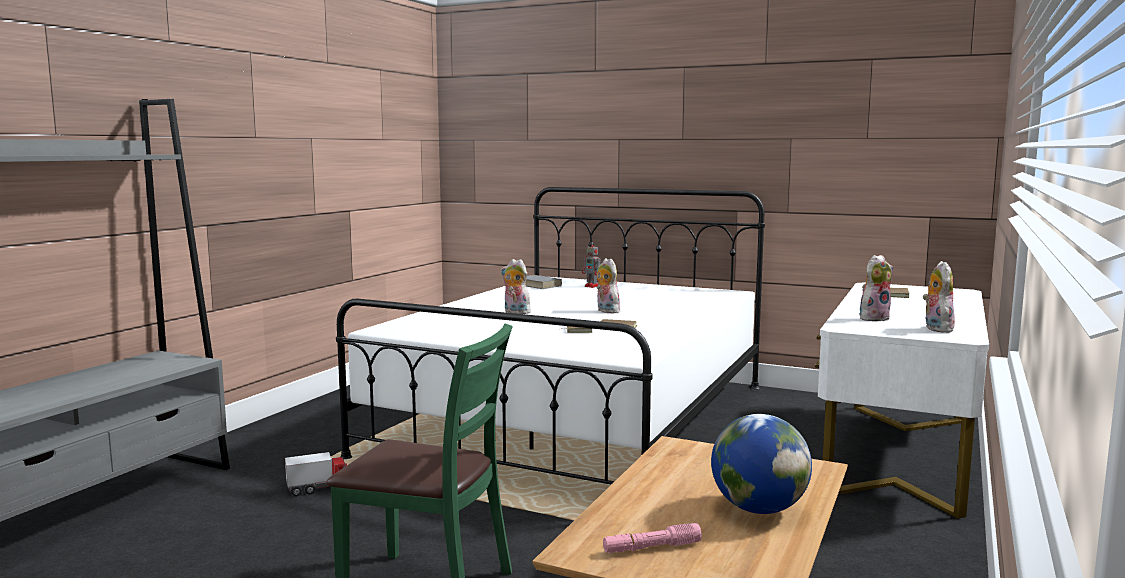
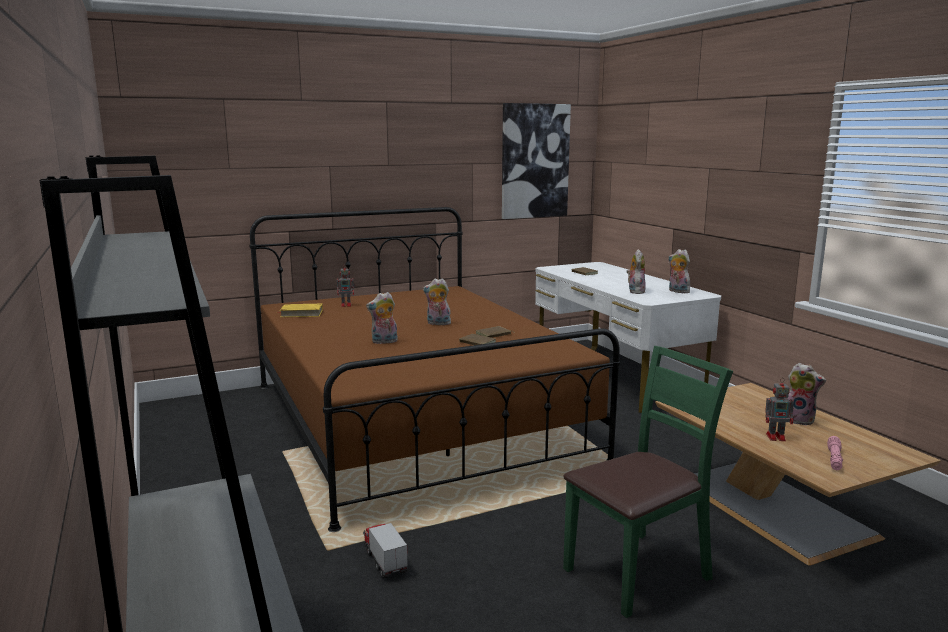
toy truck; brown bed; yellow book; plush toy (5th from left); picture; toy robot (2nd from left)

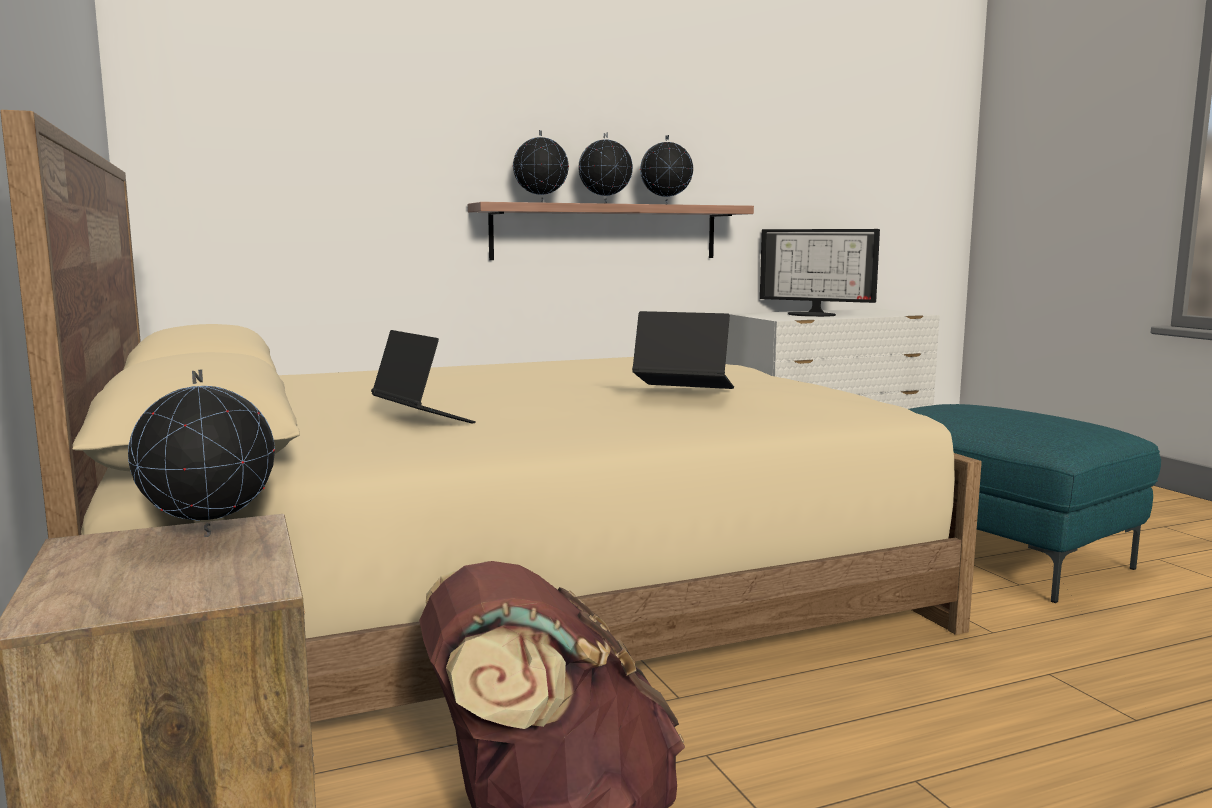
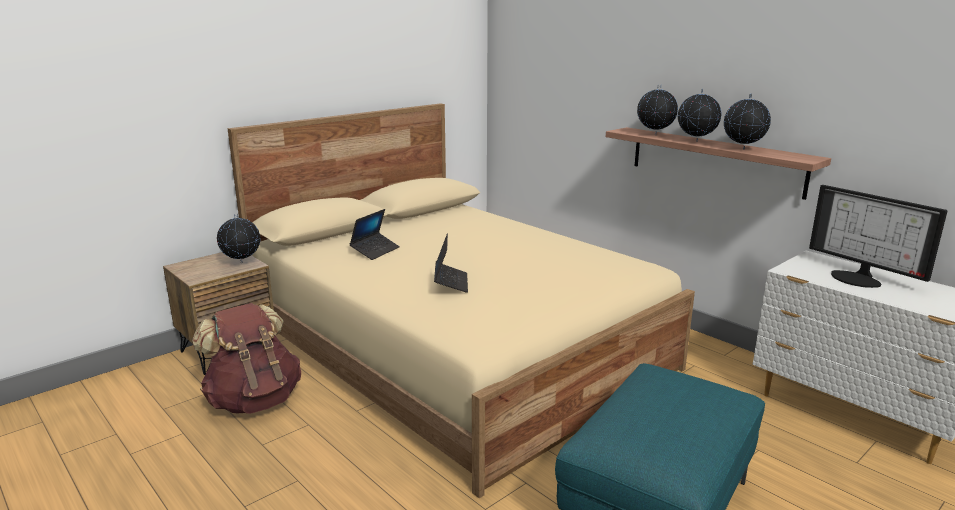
monitor

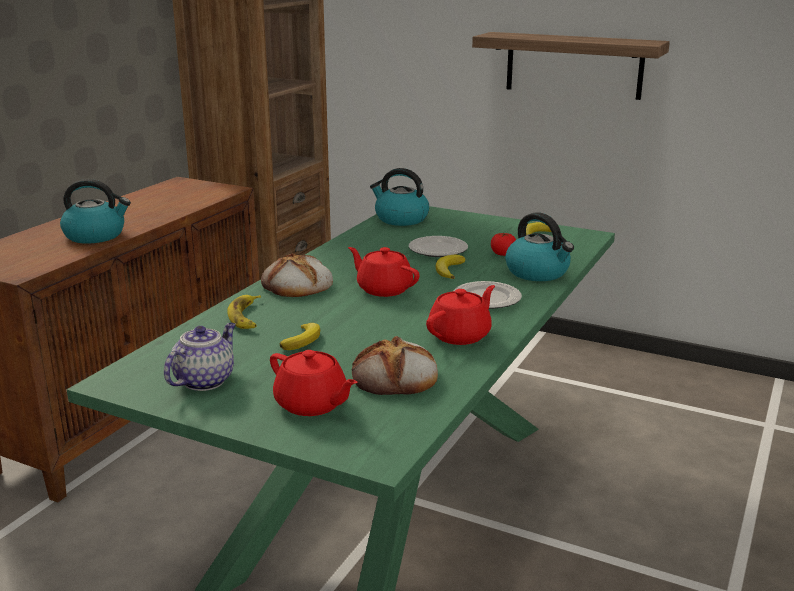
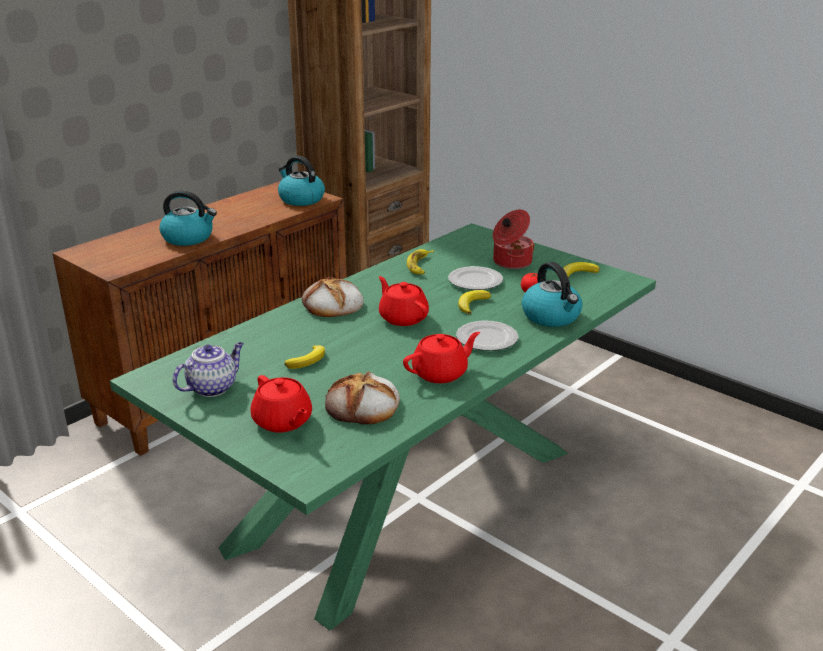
banana (2nd from left); kettle (2nd from left); shelf; cooking pot

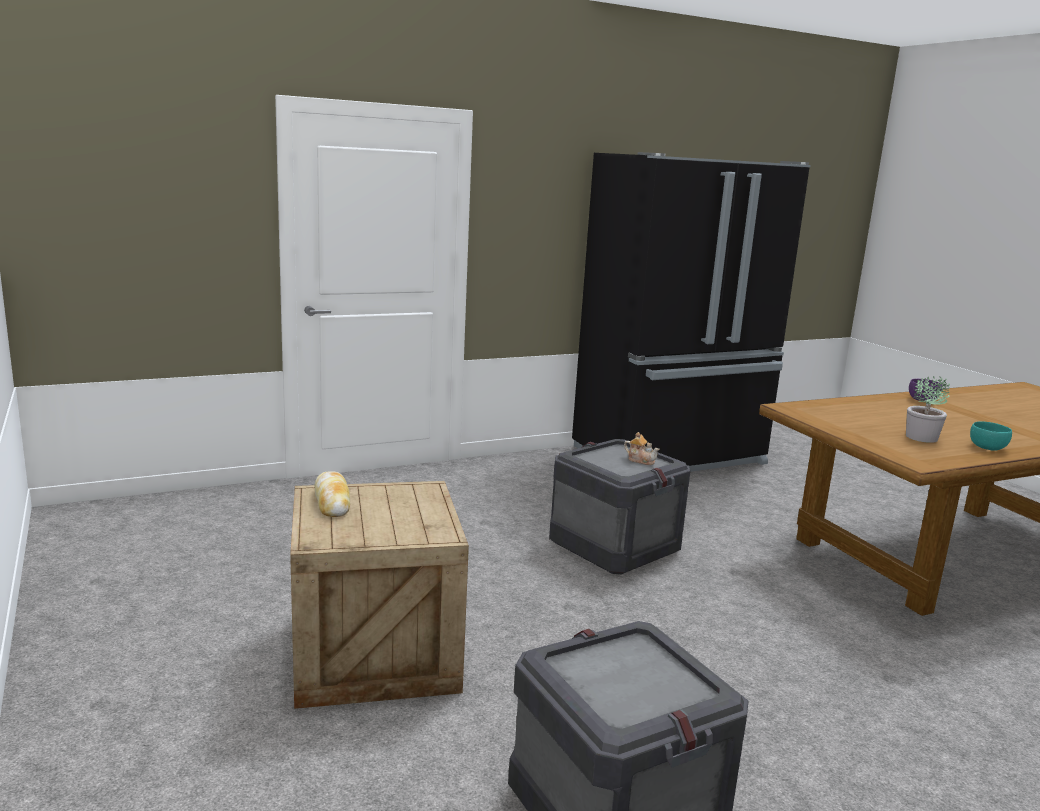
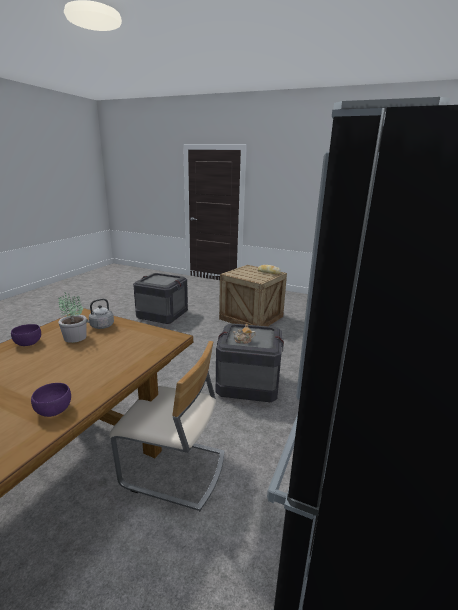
purple bowl (1st from left); grey kettle; beige chair

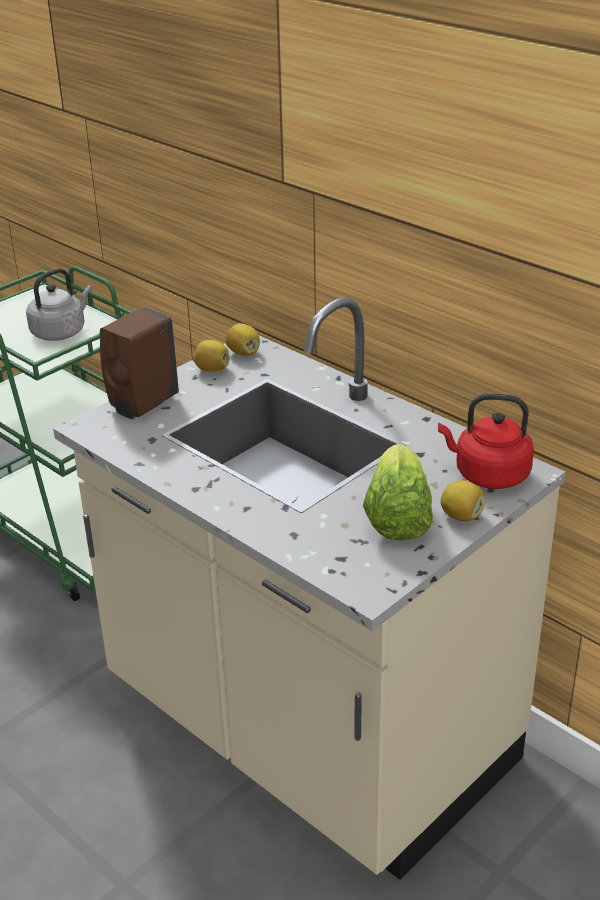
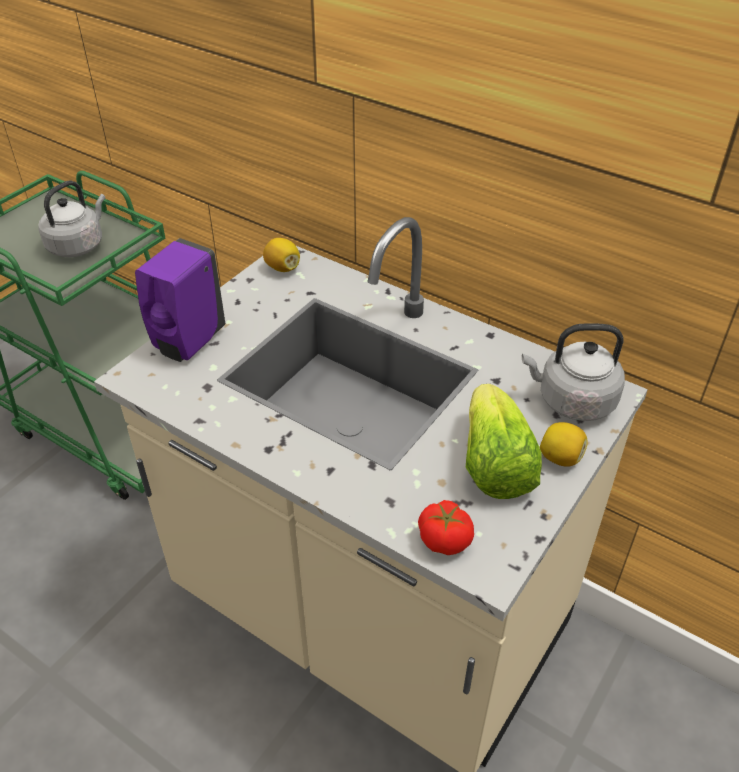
purple soap dispenser; lemon (1st from left in the first image); grey kettle (2nd from left); tomato

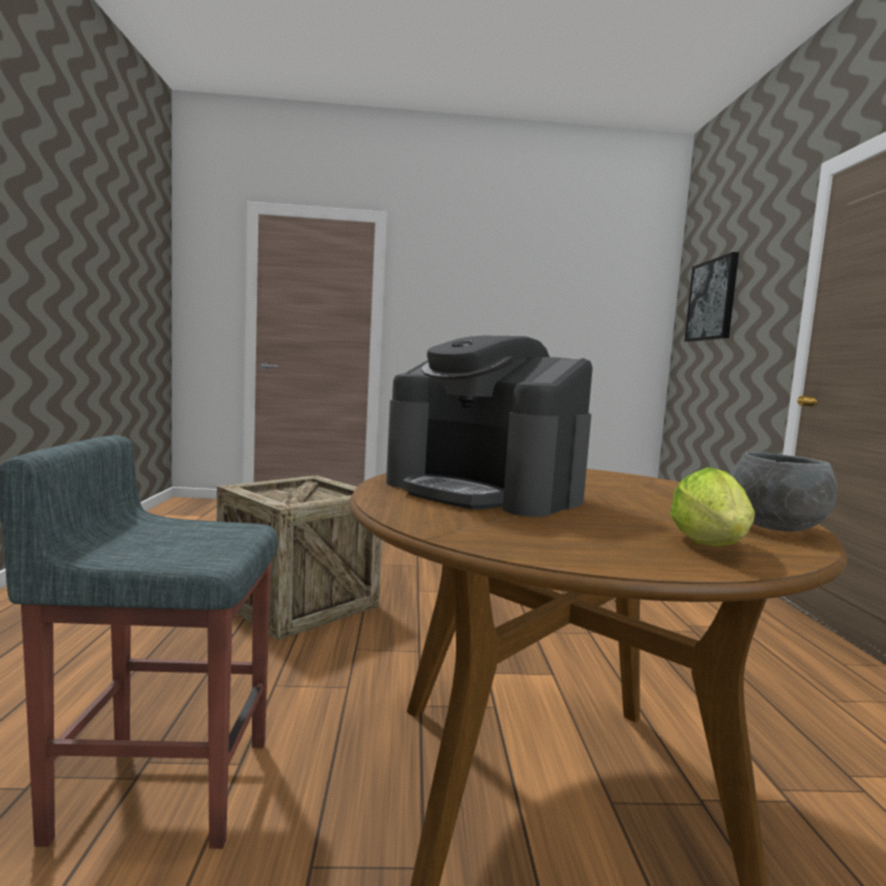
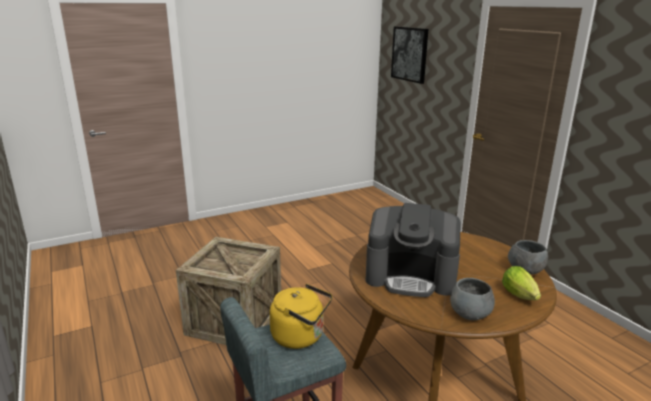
yellow kettle; grey bowl (1st from left)

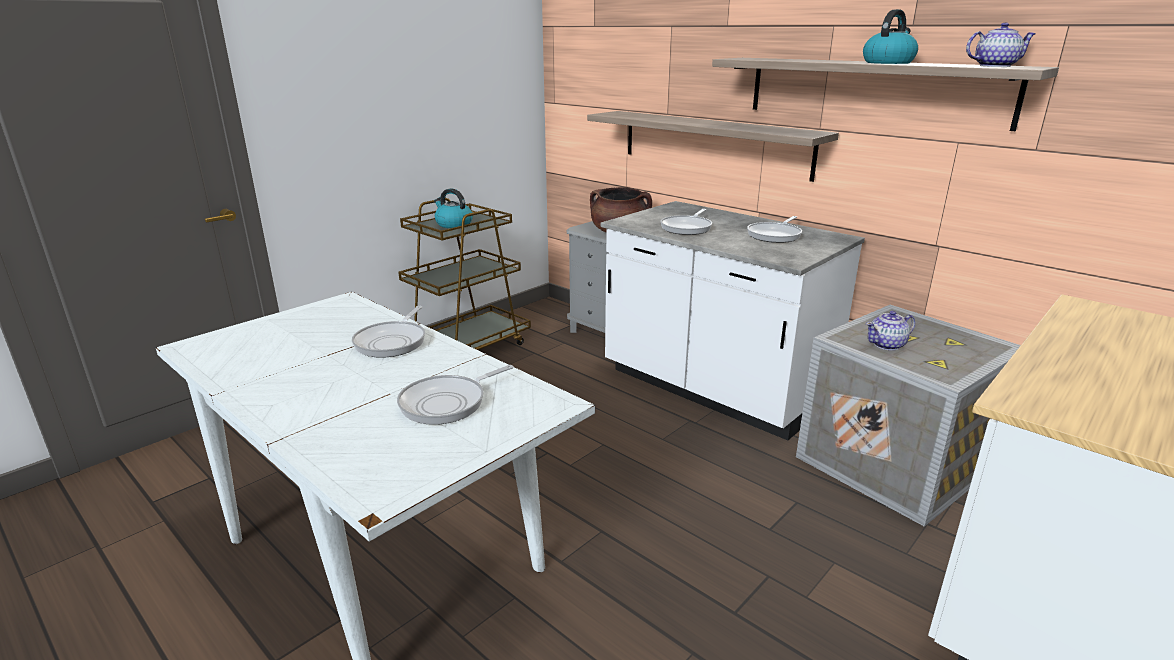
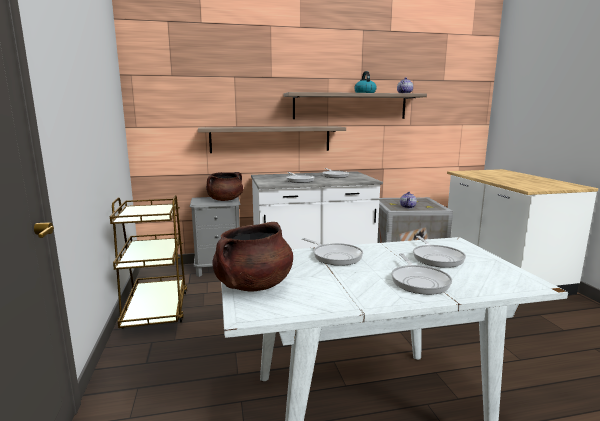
kettle (1st from left in the first image); brown cooking pot (2nd from left); frying pan (4th from left)

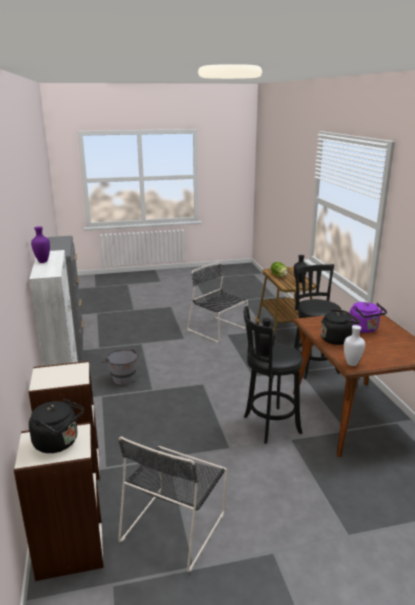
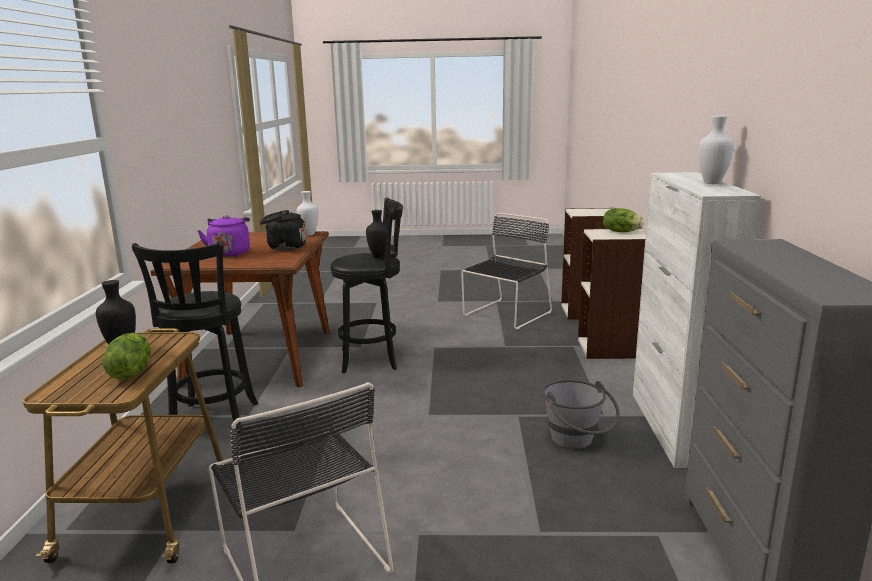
black kettle (1st from left in the first image); white vase (2nd from left); lettuce (2nd from left)

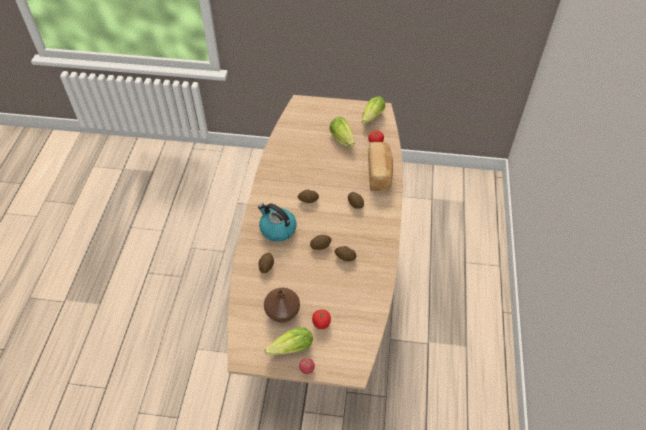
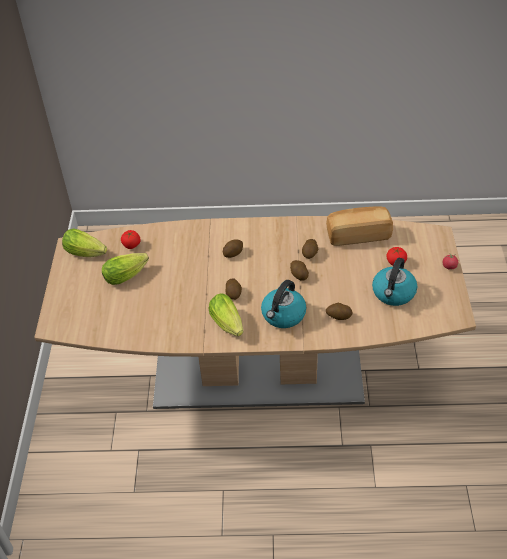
kettle (2nd from left); lettuce (3rd from left); bread

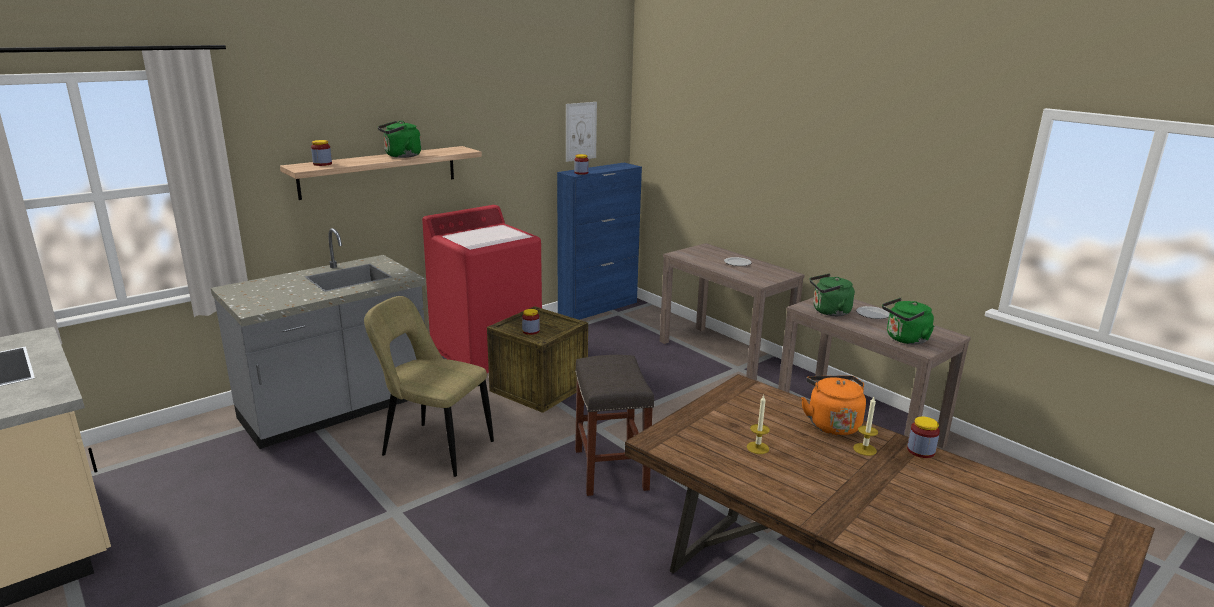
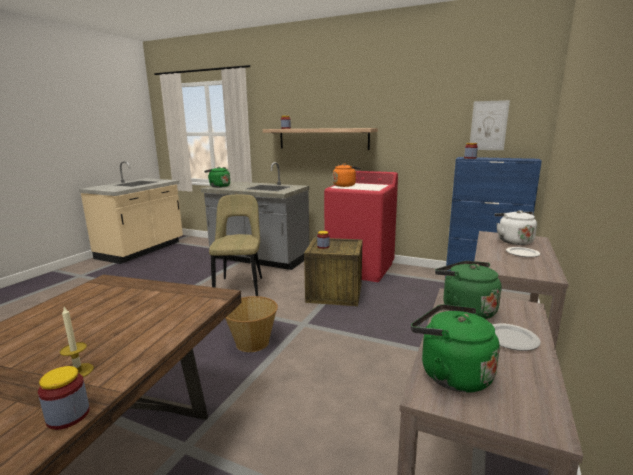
green kettle (1st from left); basket; candle (1st from left in the first image); orange kettle; white kettle

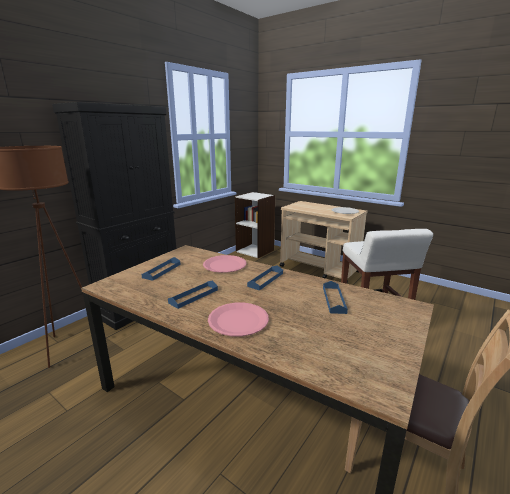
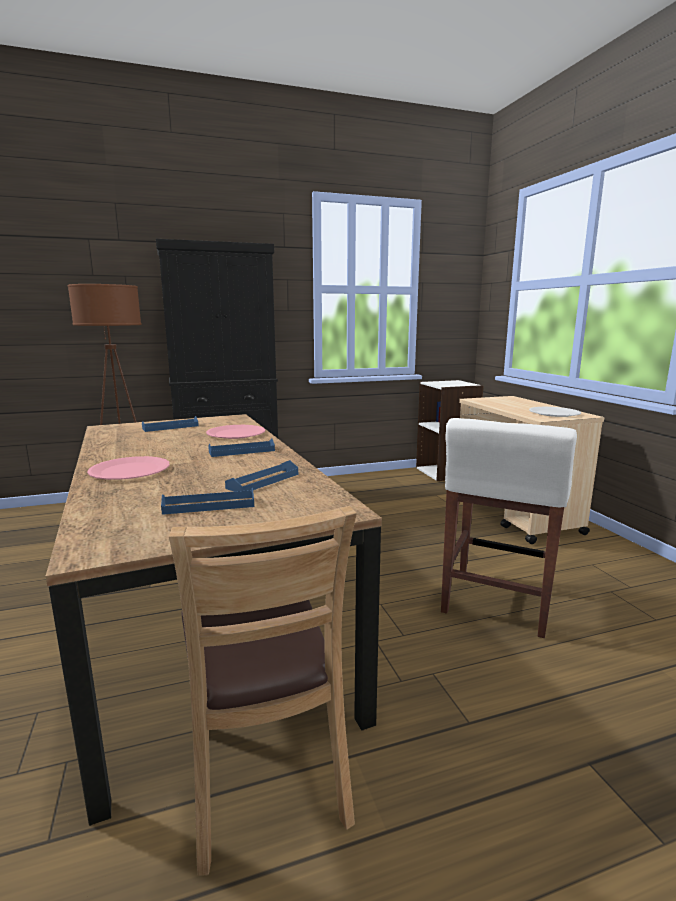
blue tray (2nd from left)

